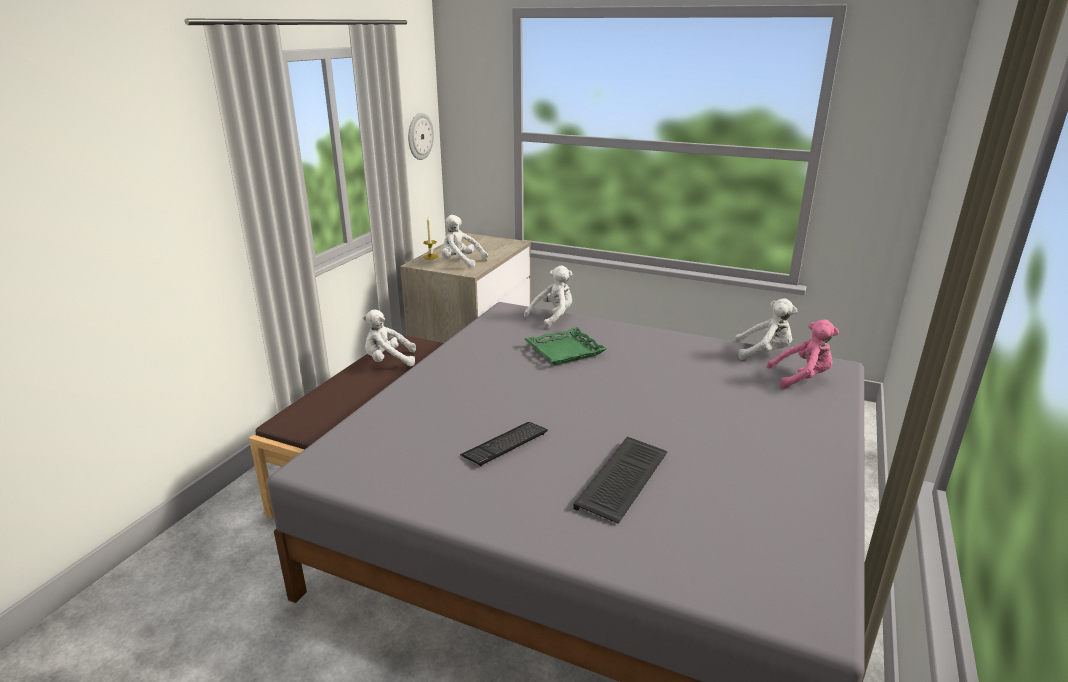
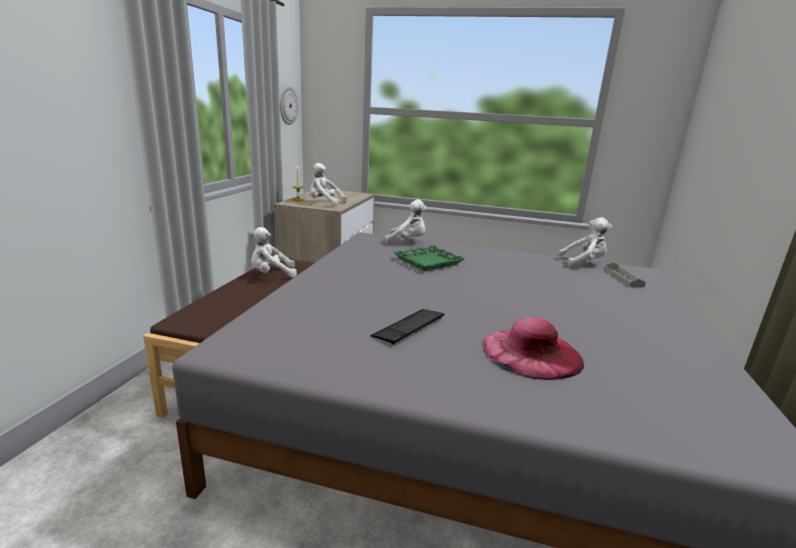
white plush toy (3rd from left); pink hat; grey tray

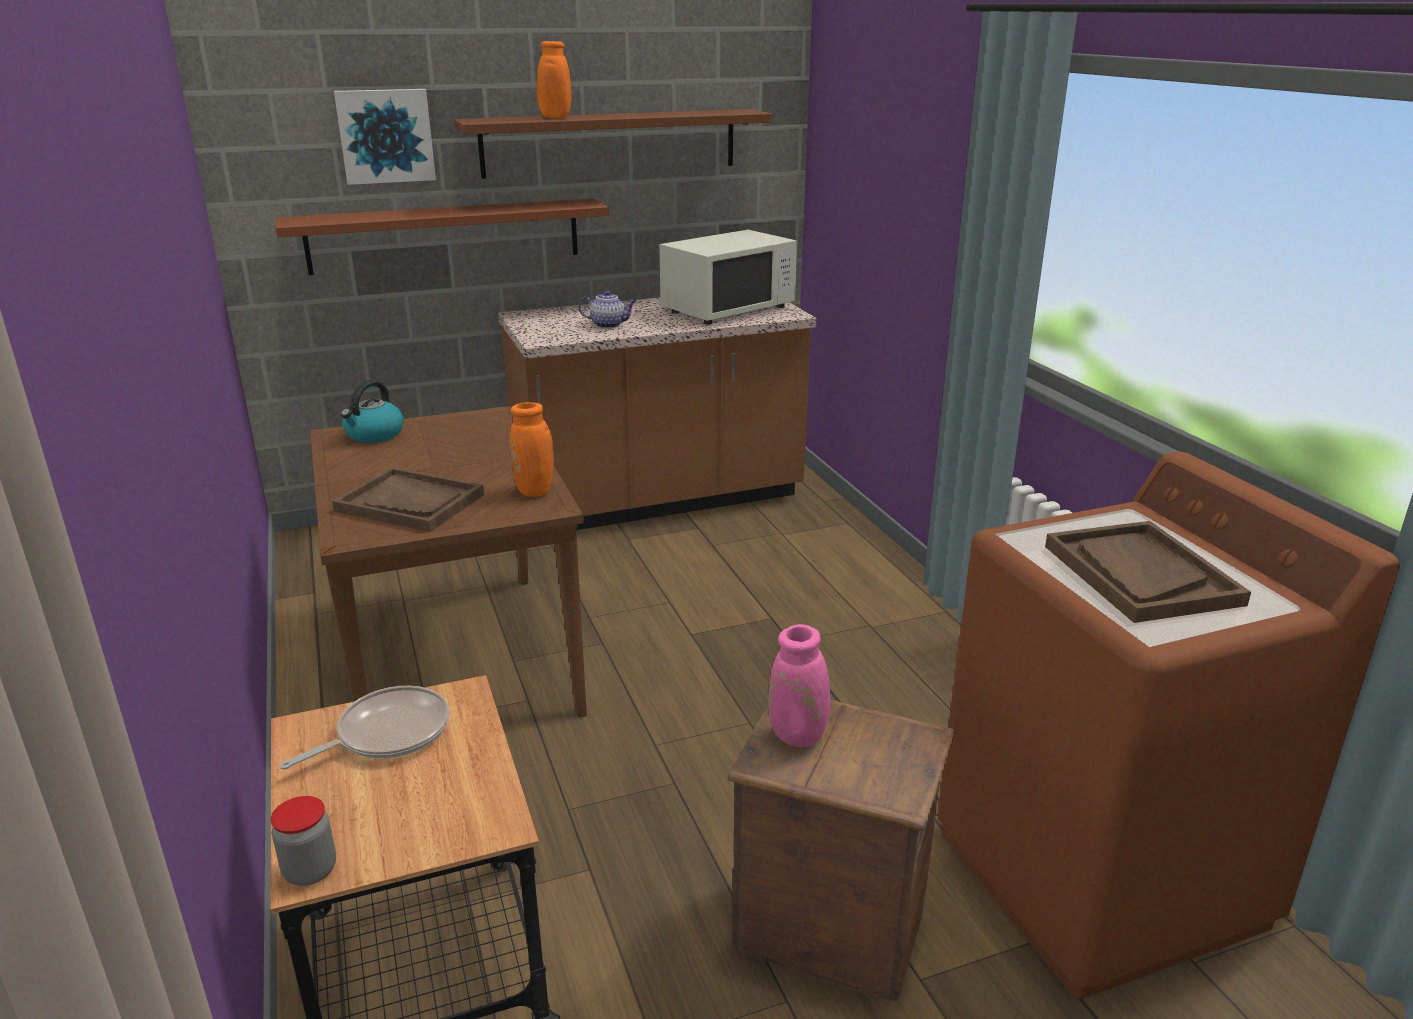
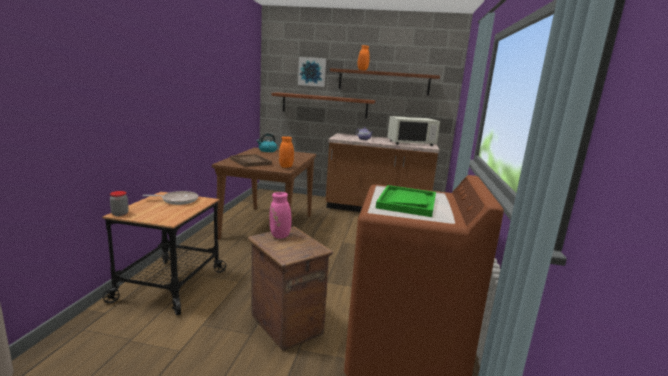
green tray

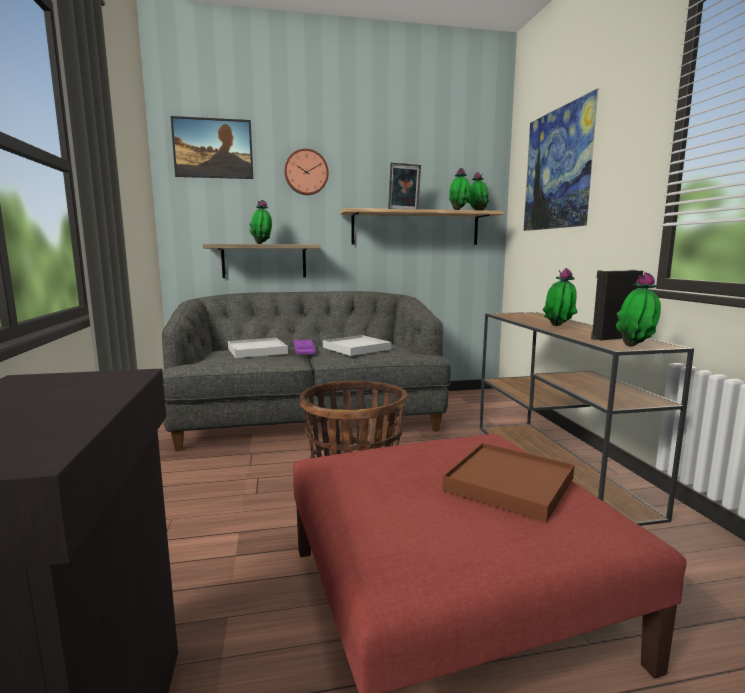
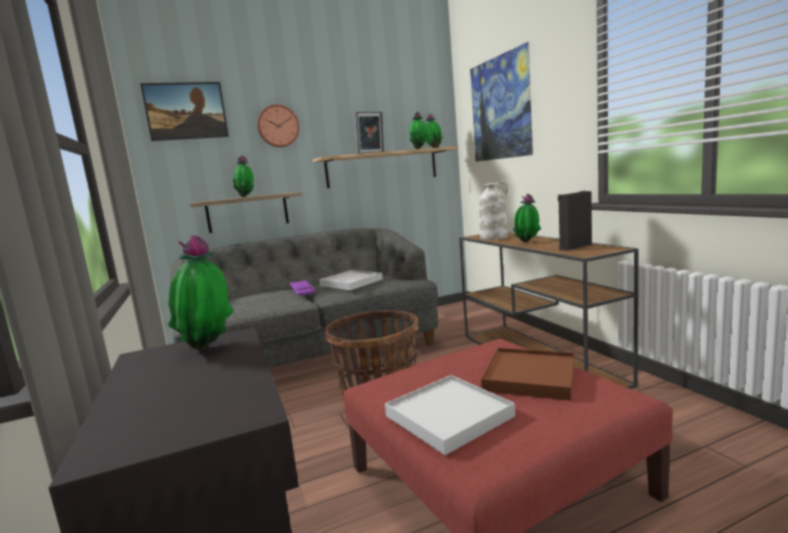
white tray (2nd from left); potted plant (1st from left); white vase

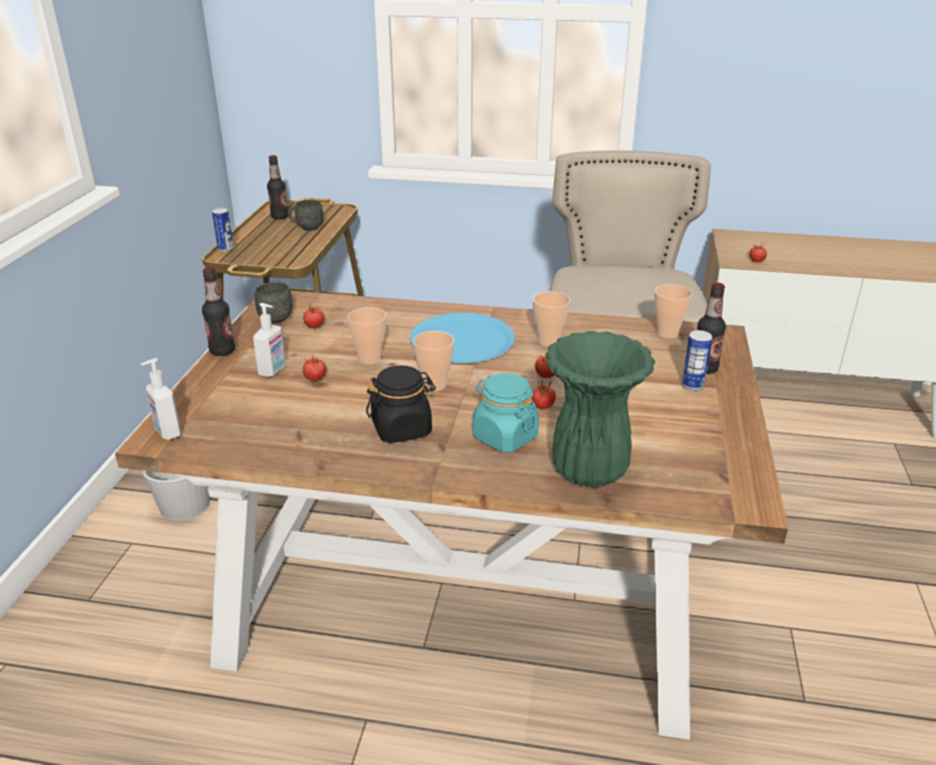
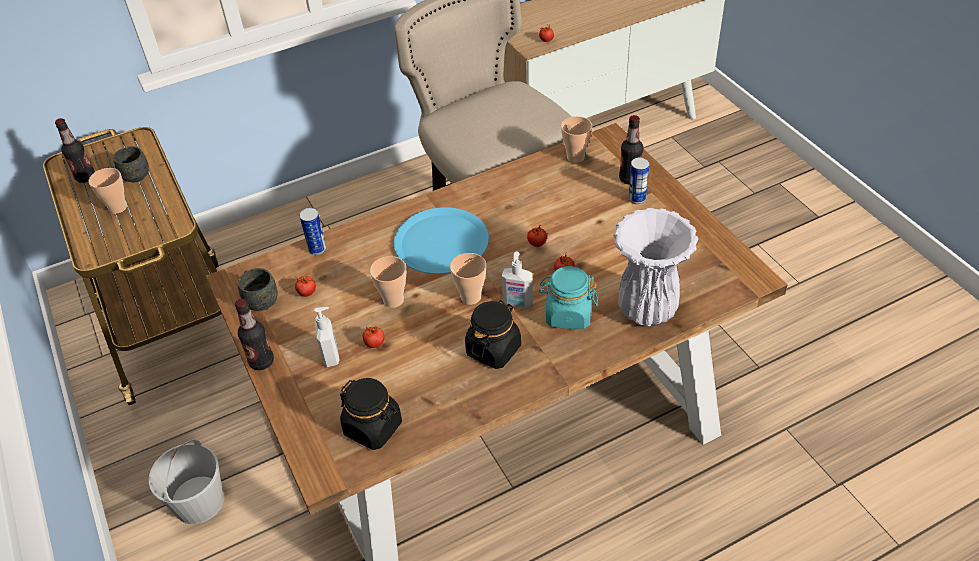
soap dispenser (2nd from left); can (1st from left); cup (1st from left); white vase; black jar (1st from left)

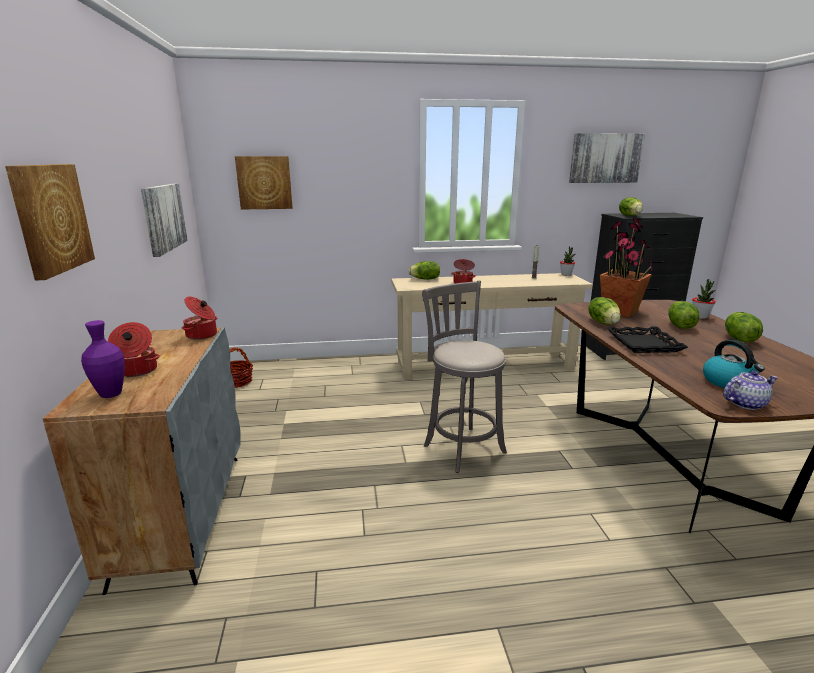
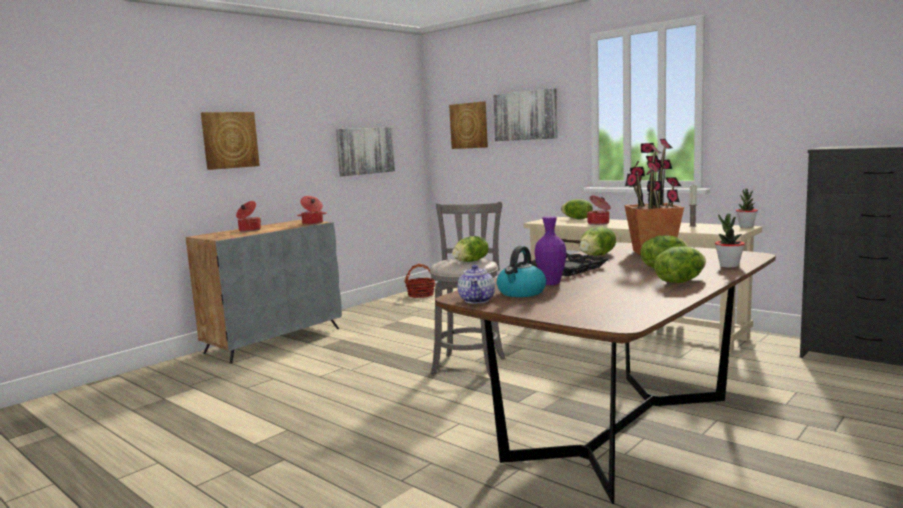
purple vase; picture (4th from left); lettuce (1st from left); teapot

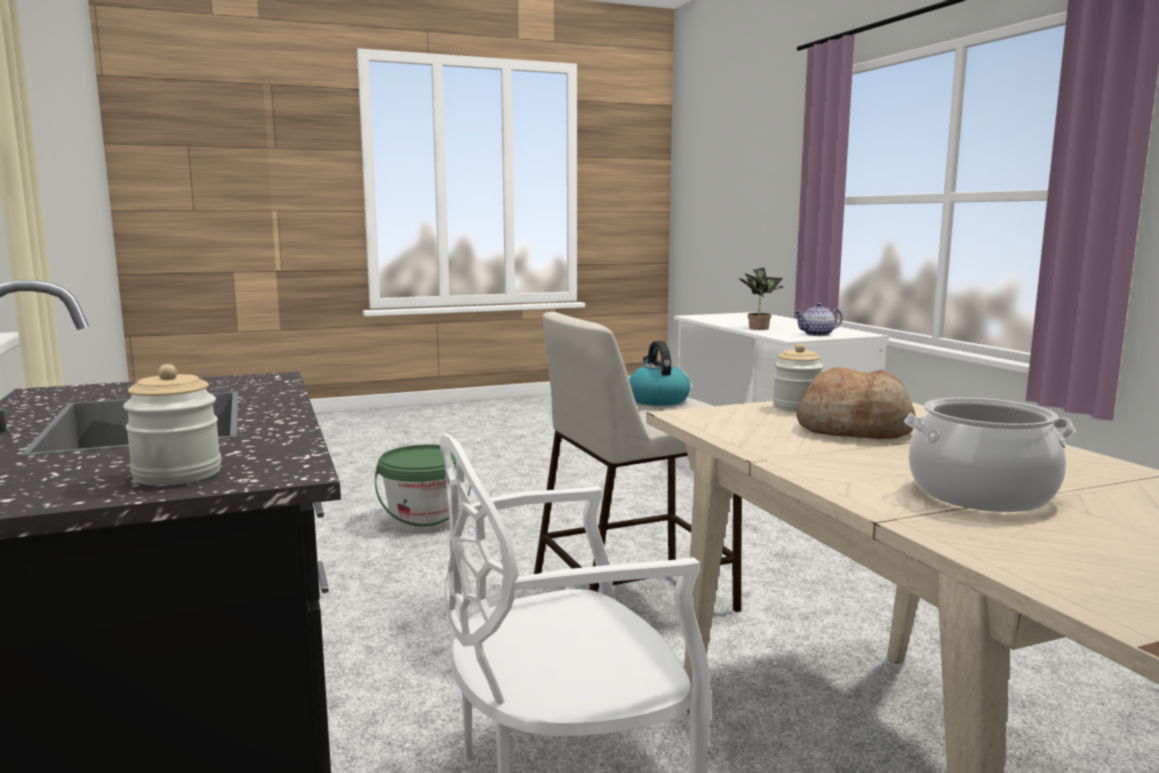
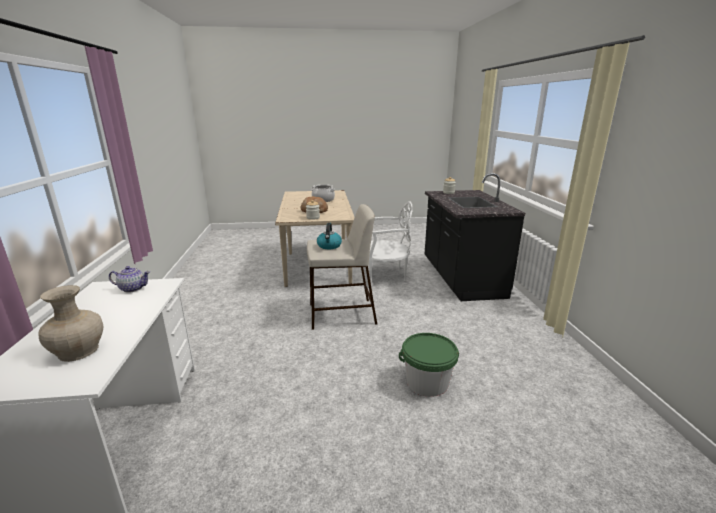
potted plant; beige vase

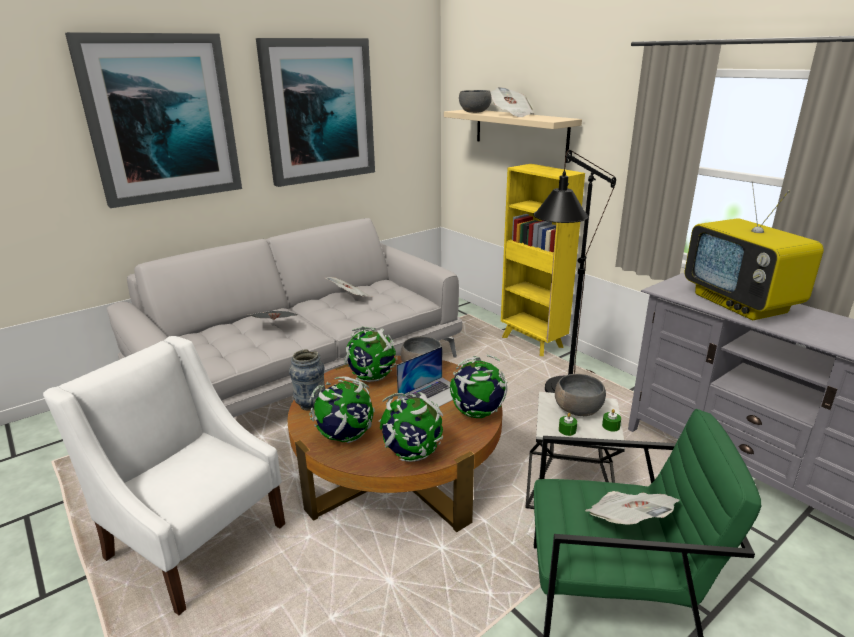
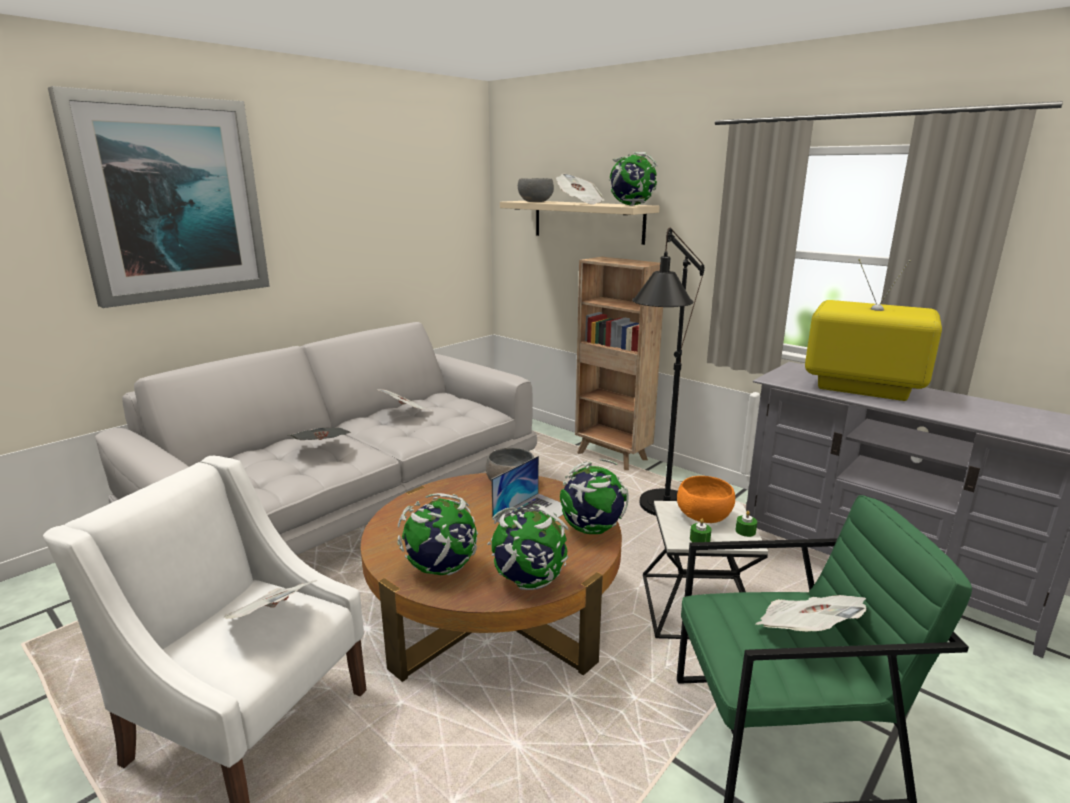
picture (2nd from left in the first image); vase; globe (4th from left); brown bookcase; orange bowl; television; newspaper (1st from left)

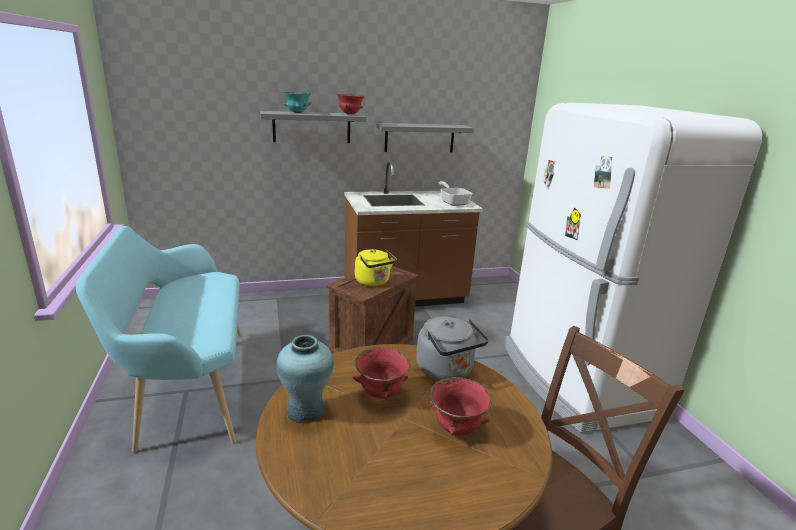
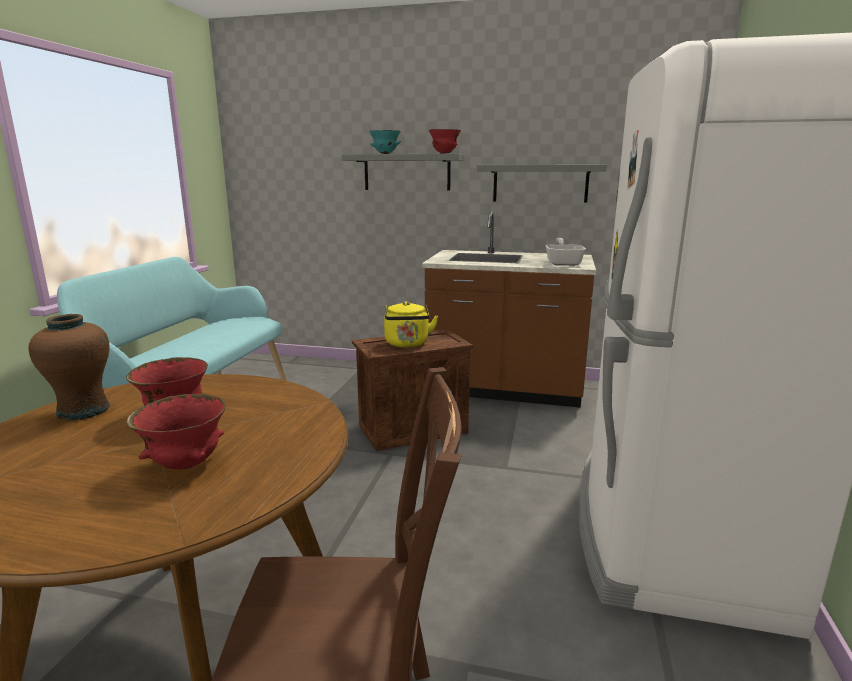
brown vase; grey kettle

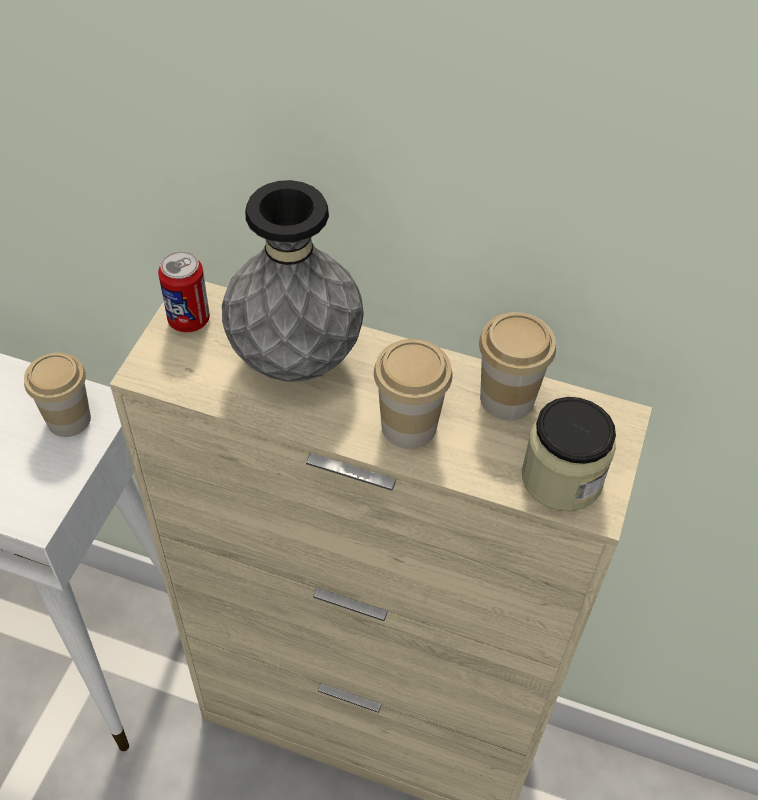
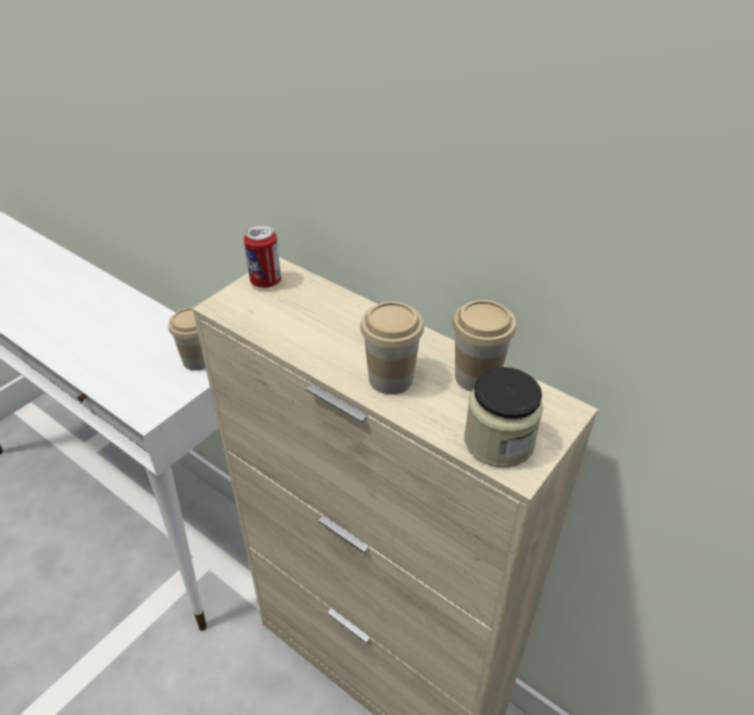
grey vase

